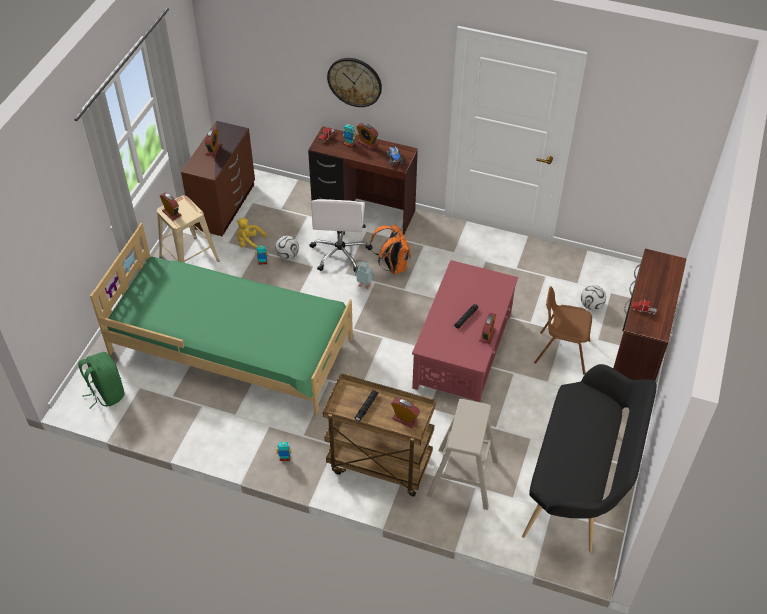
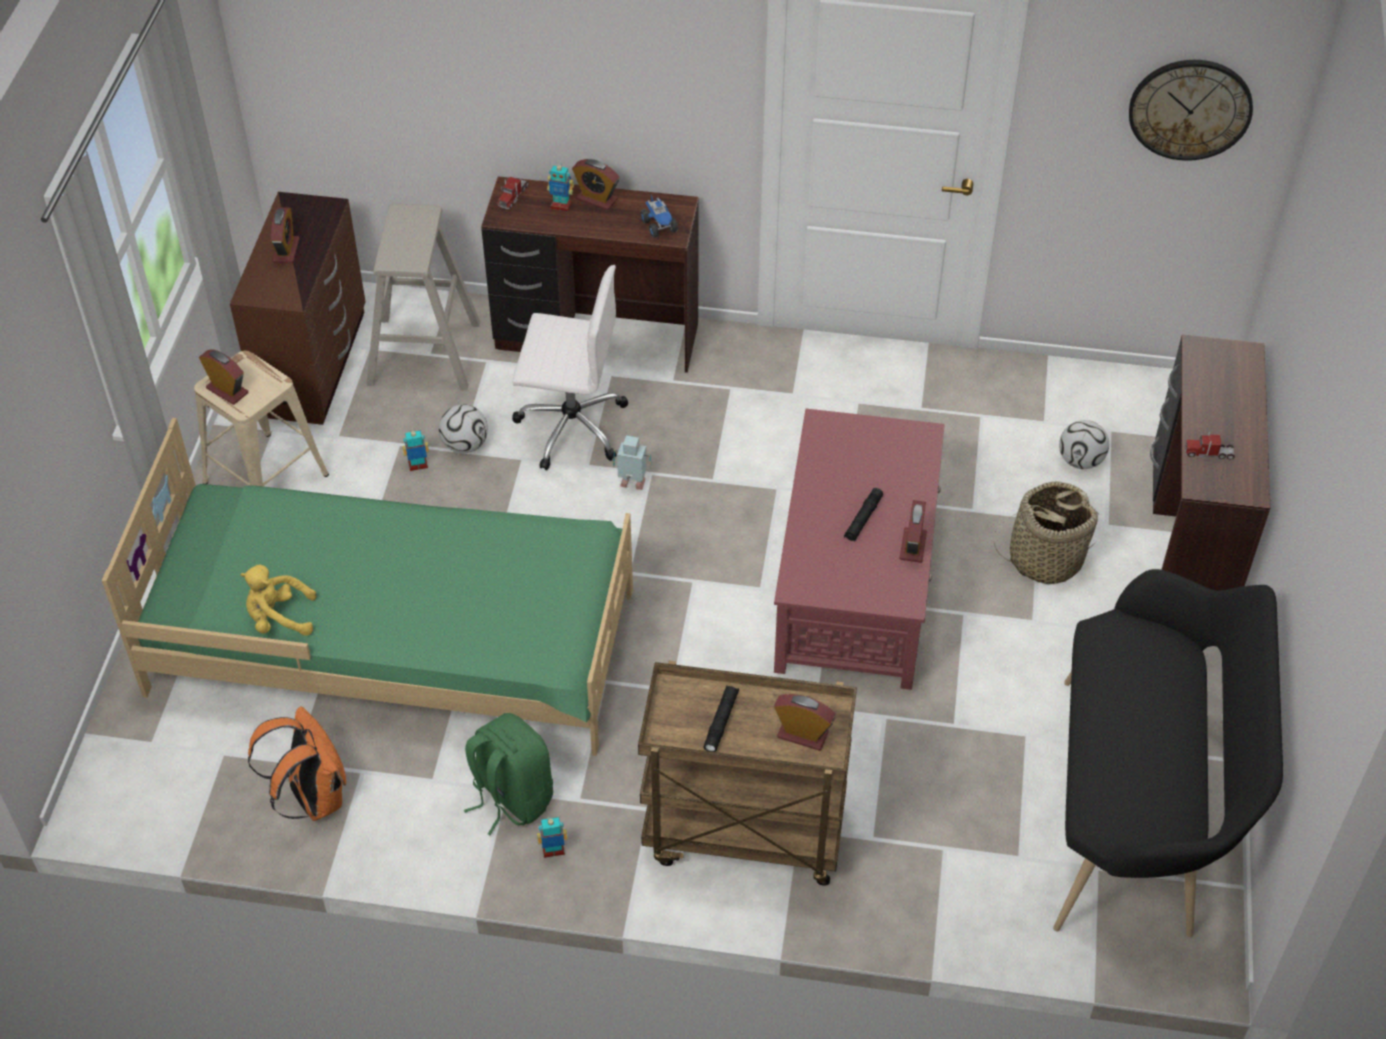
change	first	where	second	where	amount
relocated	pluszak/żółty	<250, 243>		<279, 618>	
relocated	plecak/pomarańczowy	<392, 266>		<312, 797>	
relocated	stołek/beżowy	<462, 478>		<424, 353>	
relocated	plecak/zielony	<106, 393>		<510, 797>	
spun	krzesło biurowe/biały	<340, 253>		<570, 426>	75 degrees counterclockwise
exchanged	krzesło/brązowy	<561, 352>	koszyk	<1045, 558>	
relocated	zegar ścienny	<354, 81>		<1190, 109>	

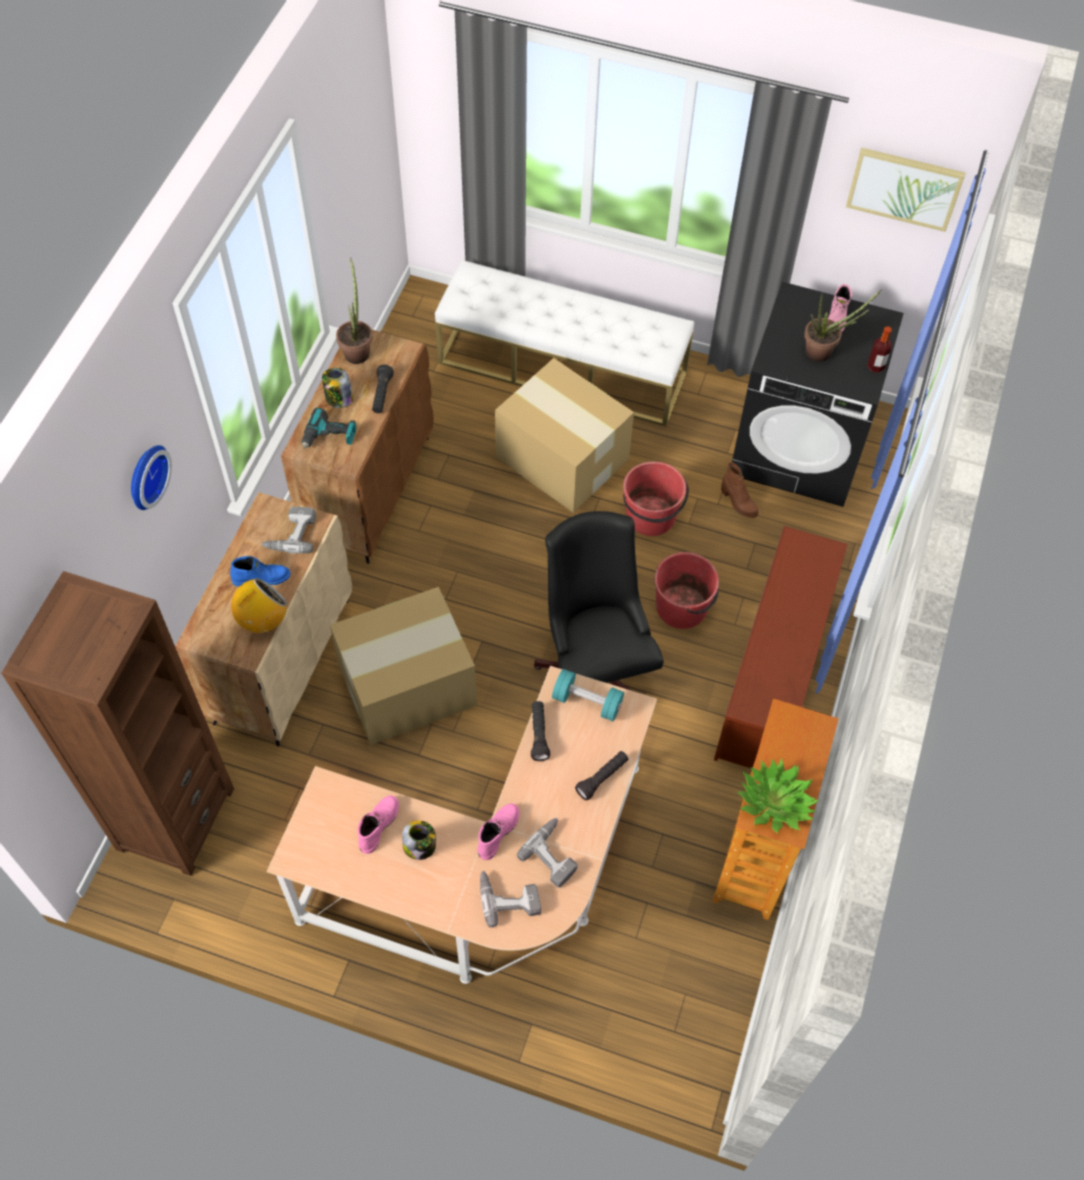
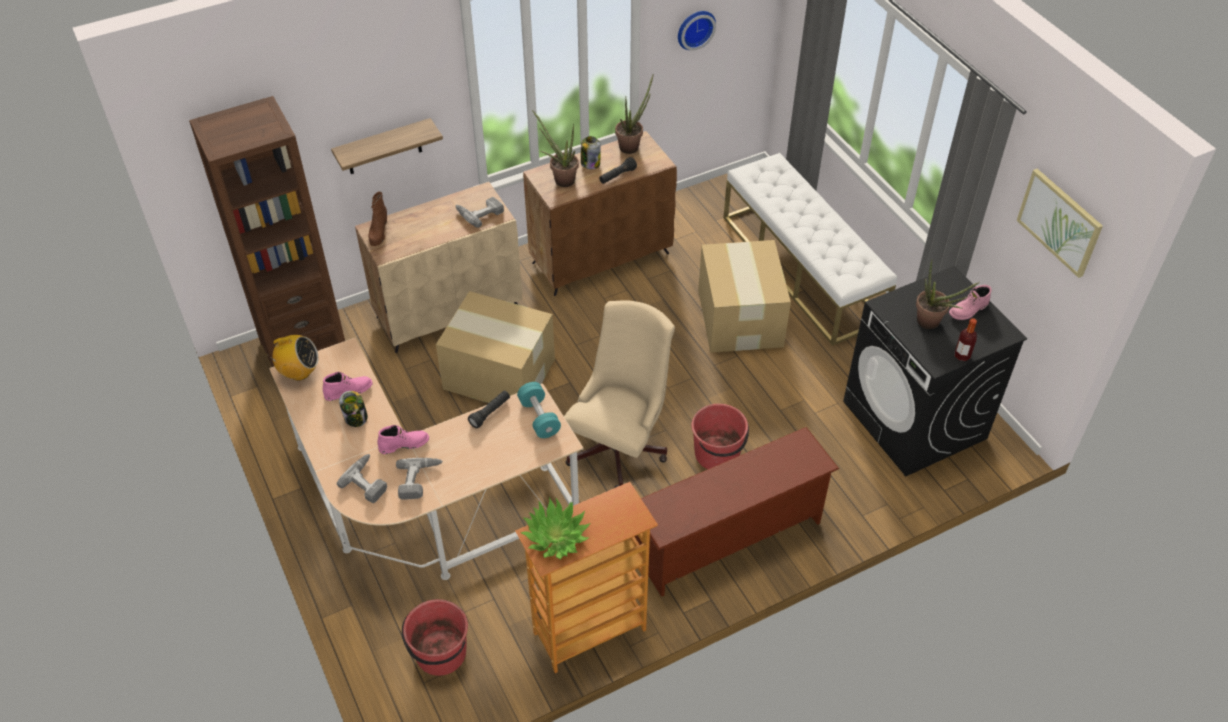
change	first	where	second	where	amount
relocated	radio	<263, 621>		<299, 372>	
appeared			półka	<383, 147>	
relocated	but z cholewką/brązowy	<738, 502>		<378, 233>	
relocated	wiadro/czerwony	<651, 517>		<440, 654>	
exchanged	wiertarka	<329, 437>	roślina doniczkowa	<561, 179>	
colour	krzesło biurowe/czarny	<594, 666>	krzesło biurowe/beżowy	<620, 445>	
relocated	zegar ścienny	<145, 475>		<694, 28>	
missing	but z cholewką/niebieski	<261, 577>			
missing	latarka/czarny	<602, 778>			

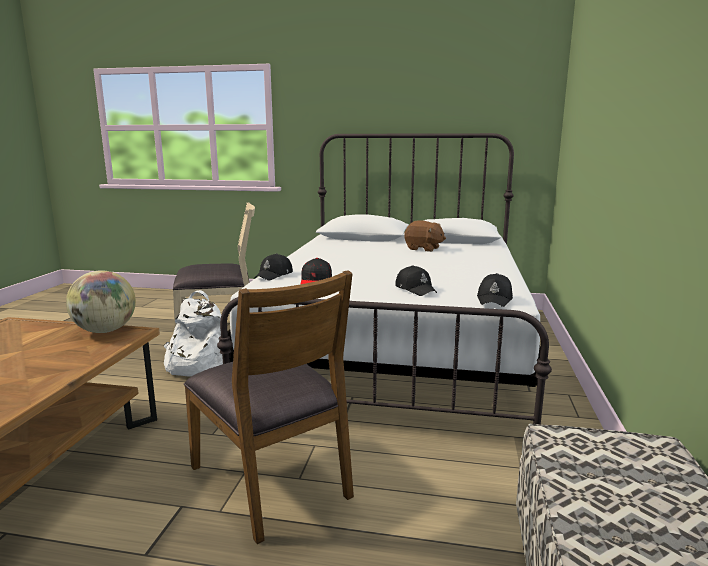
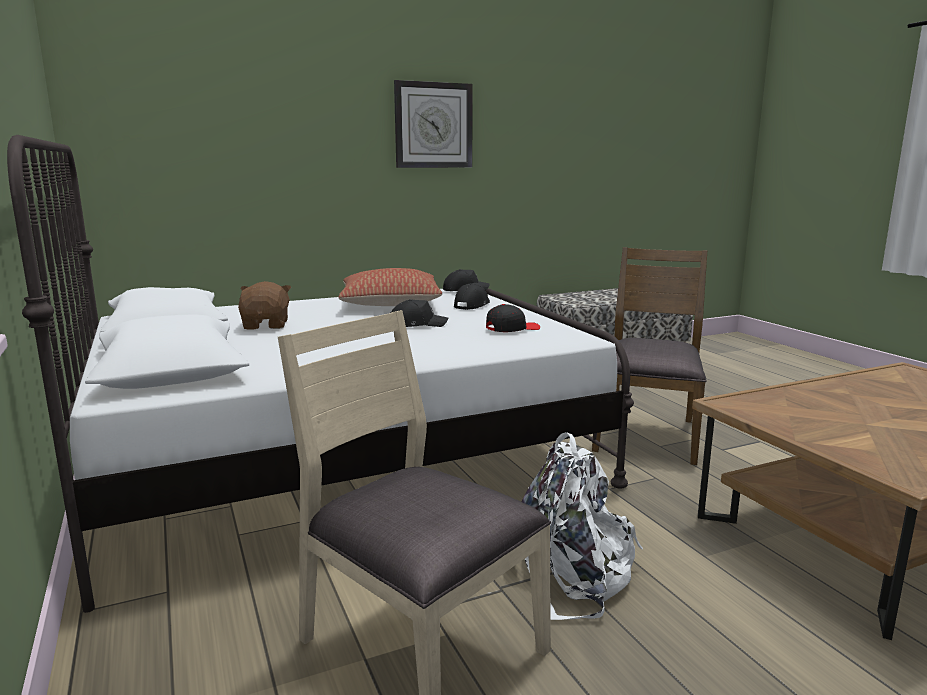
change	first	where	second	where	amount
appeared			poduszka	<390, 304>	
relocated	czapka z daszkiem/czarny	<274, 275>		<416, 324>	
appeared			zegar ścienny	<433, 125>	
missing	globus	<105, 331>			

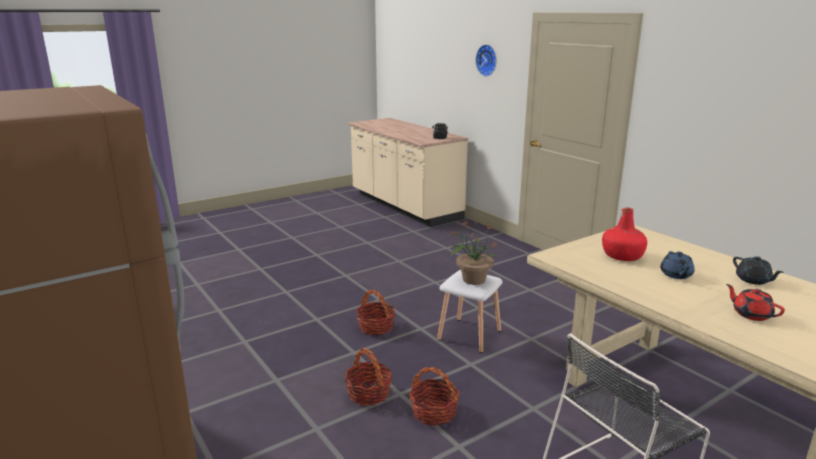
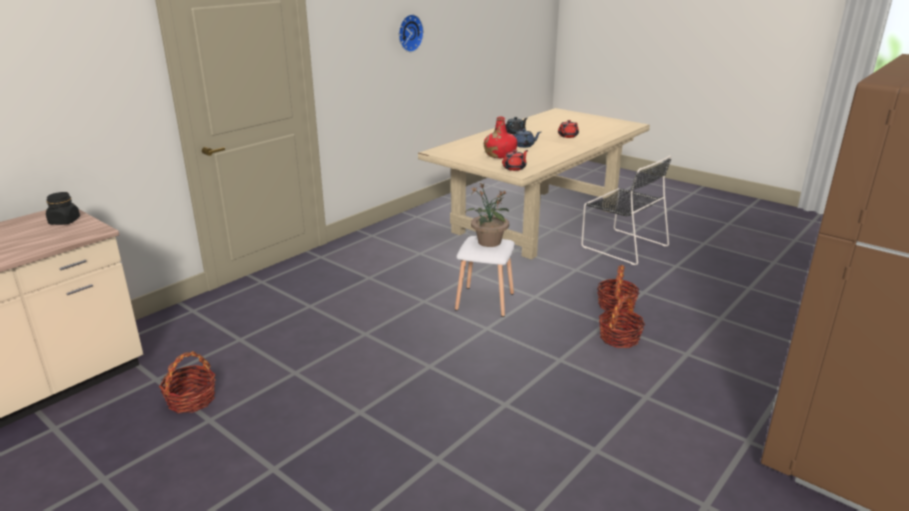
change	first	where	second	where	amount
relocated	koszyk	<375, 327>		<191, 400>	
relocated	zegar ścienny	<487, 60>		<409, 33>	
appeared			imbryk/czerwony	<514, 168>	

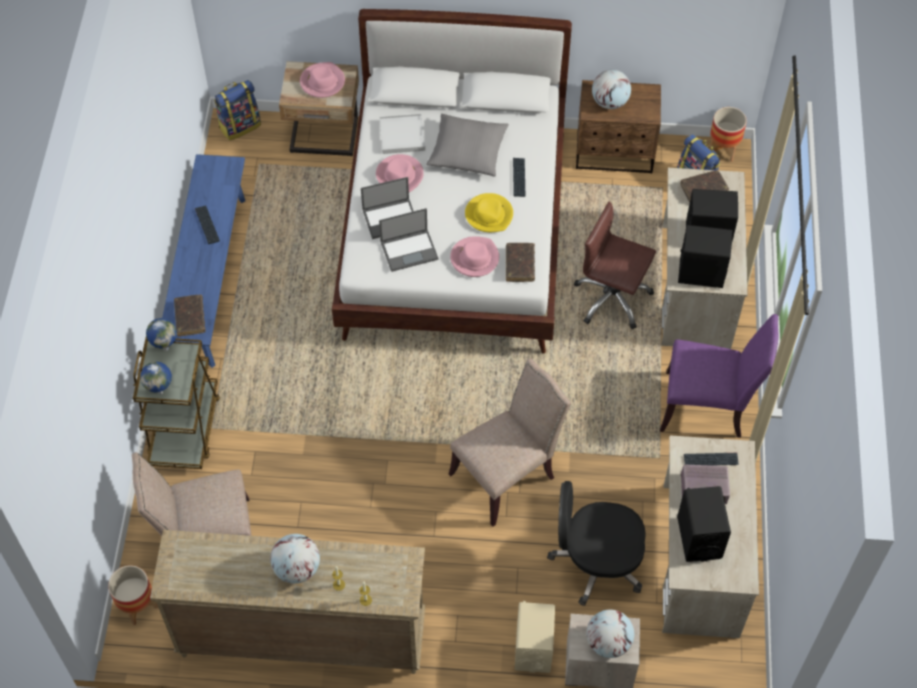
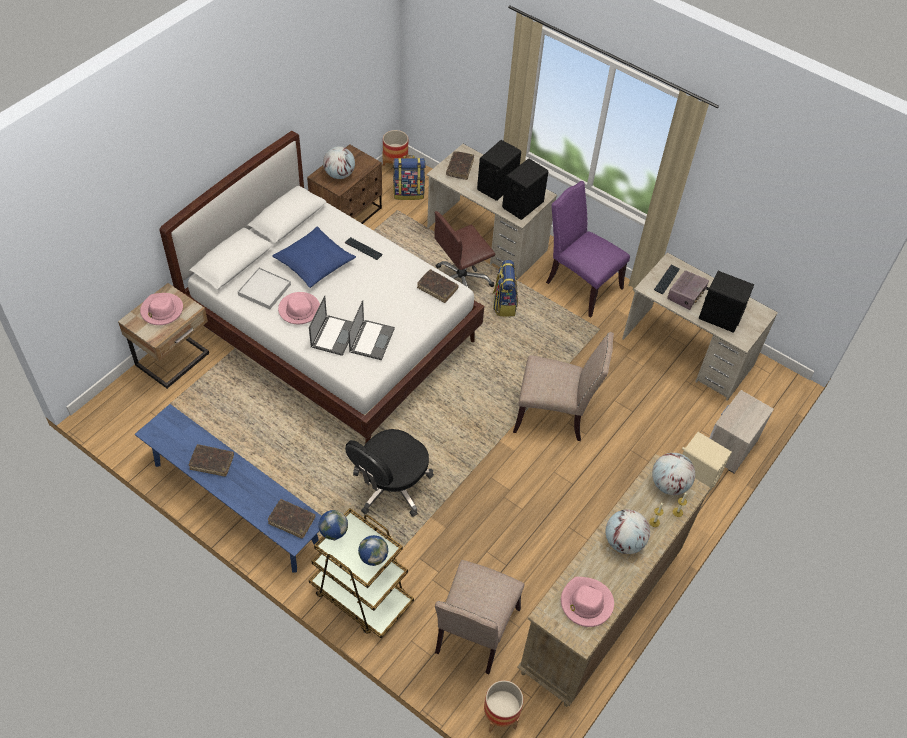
change	first	where	second	where	amount
exchanged	klawiatura	<207, 225>	książka/brązowy	<212, 462>	
colour	poduszka/szary	<467, 151>	poduszka/niebieski	<314, 263>	
relocated	krzesło biurowe/czarny	<596, 562>		<390, 487>	
relocated	plecak	<240, 126>		<504, 304>	
spun	krzesło/beżowy	<507, 475>		<554, 415>	105 degrees clockwise
spun	krzesło/fioletowy	<707, 407>		<580, 285>	90 degrees counterclockwise
relocated	kapelusz/różowy	<474, 258>		<586, 603>	
relocated	globus	<608, 642>		<669, 484>	
missing	kapelusz/żółty	<489, 214>			

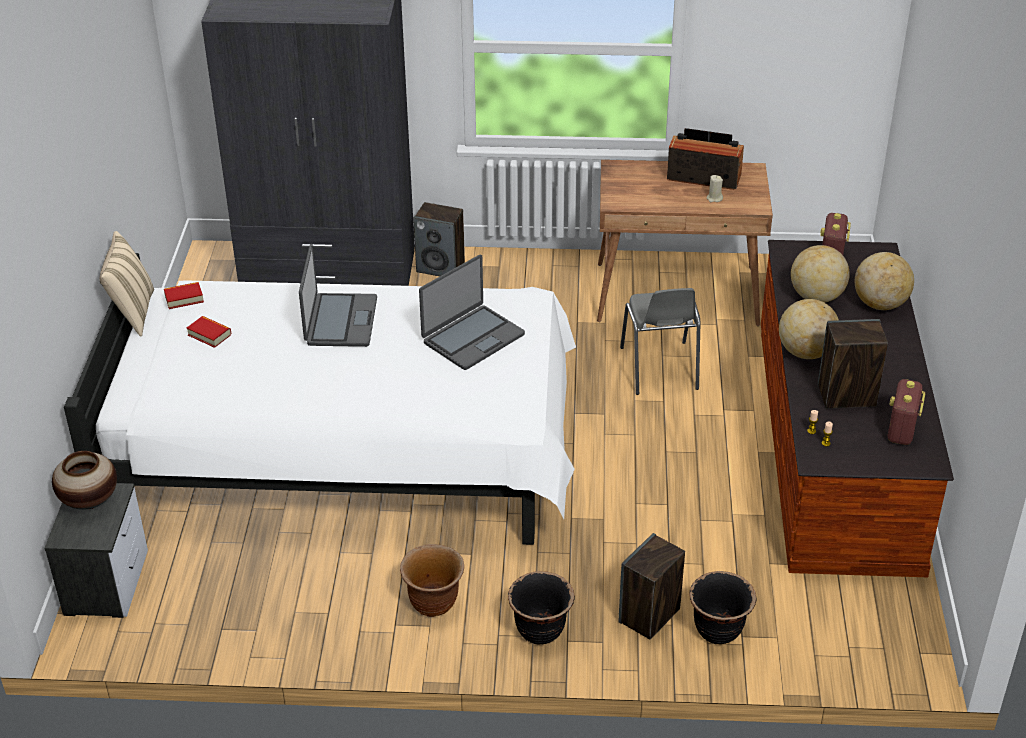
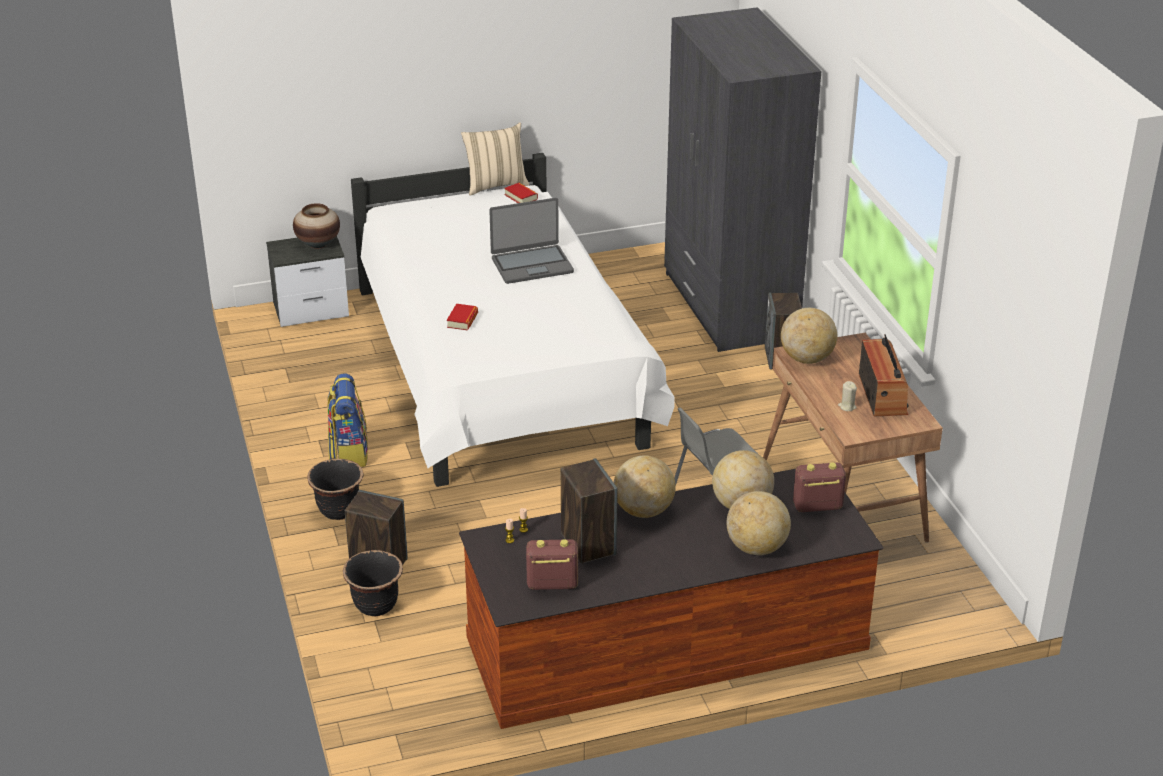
change	first	where	second	where	amount
exchanged	donica/brązowy	<433, 603>	plecak	<348, 452>	
relocated	książka	<209, 335>		<462, 320>	
appeared			globus	<807, 359>	
missing	laptop	<472, 338>			

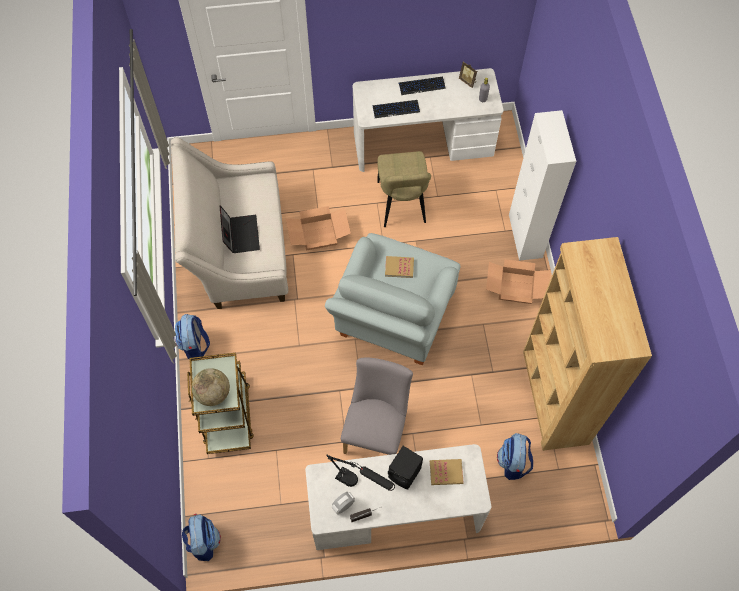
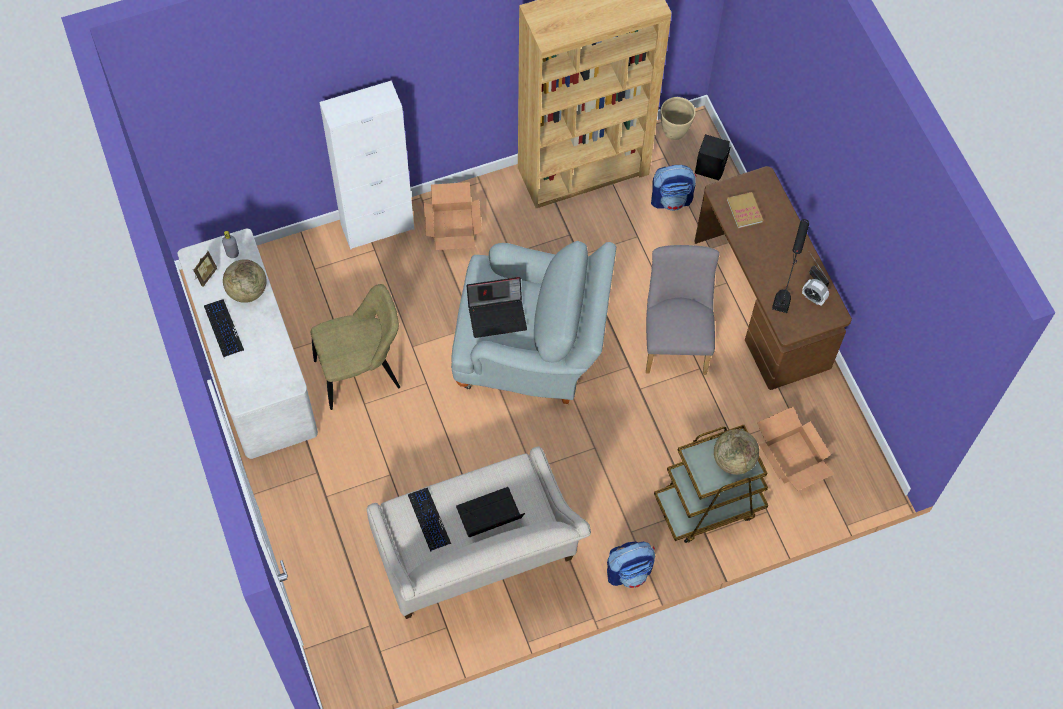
change	first	where	second	where	amount
appeared			globus	<247, 291>	
relocated	klawiatura	<396, 109>		<428, 519>	
exchanged	książka	<399, 267>	laptop	<498, 315>	
spun	krzesło/szary	<376, 429>		<675, 339>	90 degrees clockwise
appeared			donica/beżowy	<674, 132>	
relocated	głośnik/czarny	<405, 474>		<710, 167>	
colour	biurko/biały	<395, 511>	biurko/brązowy	<762, 302>	
relocated	karton	<318, 235>		<792, 457>	
missing	plecak	<203, 541>			

